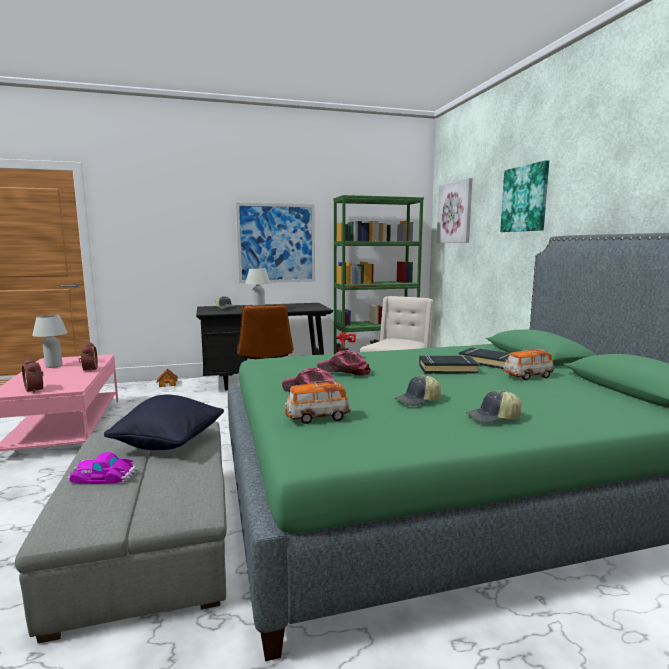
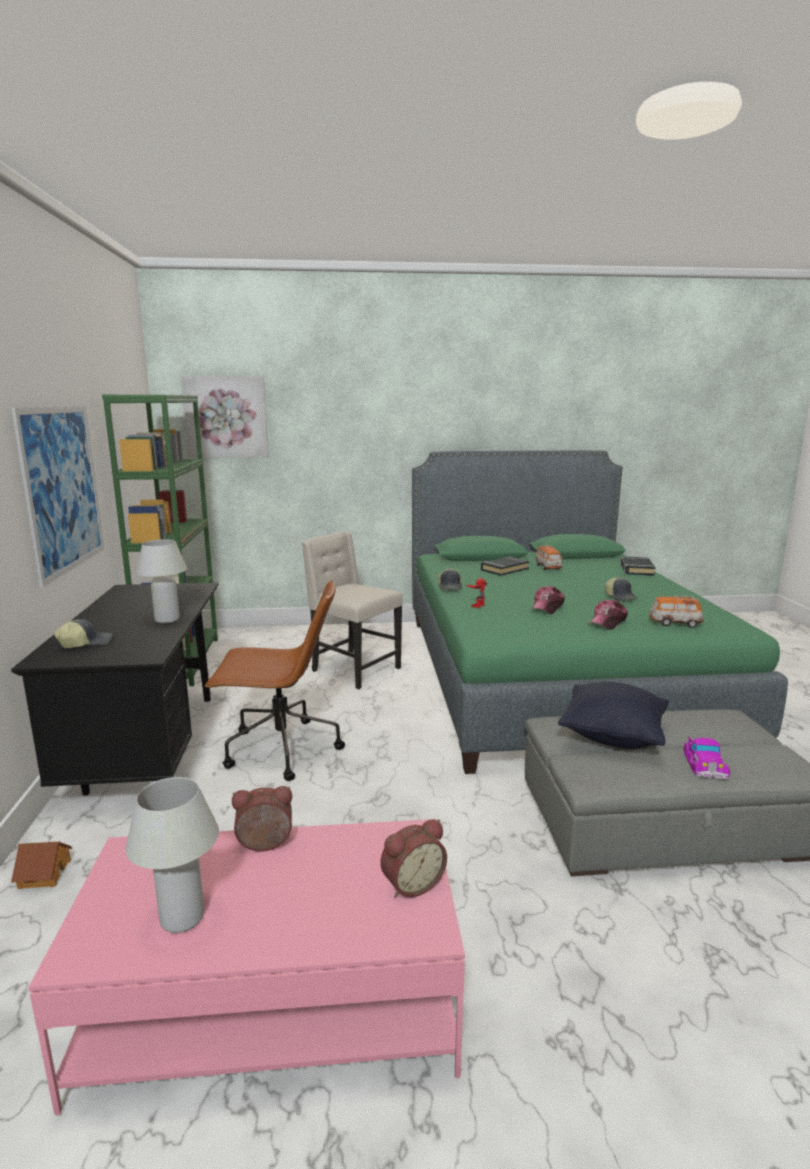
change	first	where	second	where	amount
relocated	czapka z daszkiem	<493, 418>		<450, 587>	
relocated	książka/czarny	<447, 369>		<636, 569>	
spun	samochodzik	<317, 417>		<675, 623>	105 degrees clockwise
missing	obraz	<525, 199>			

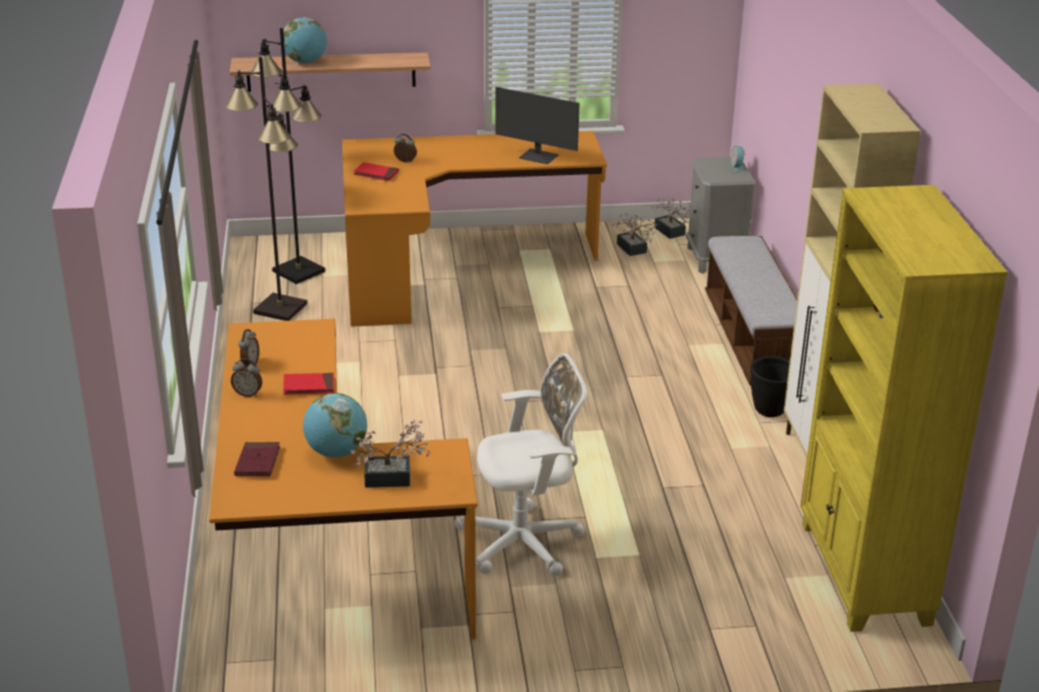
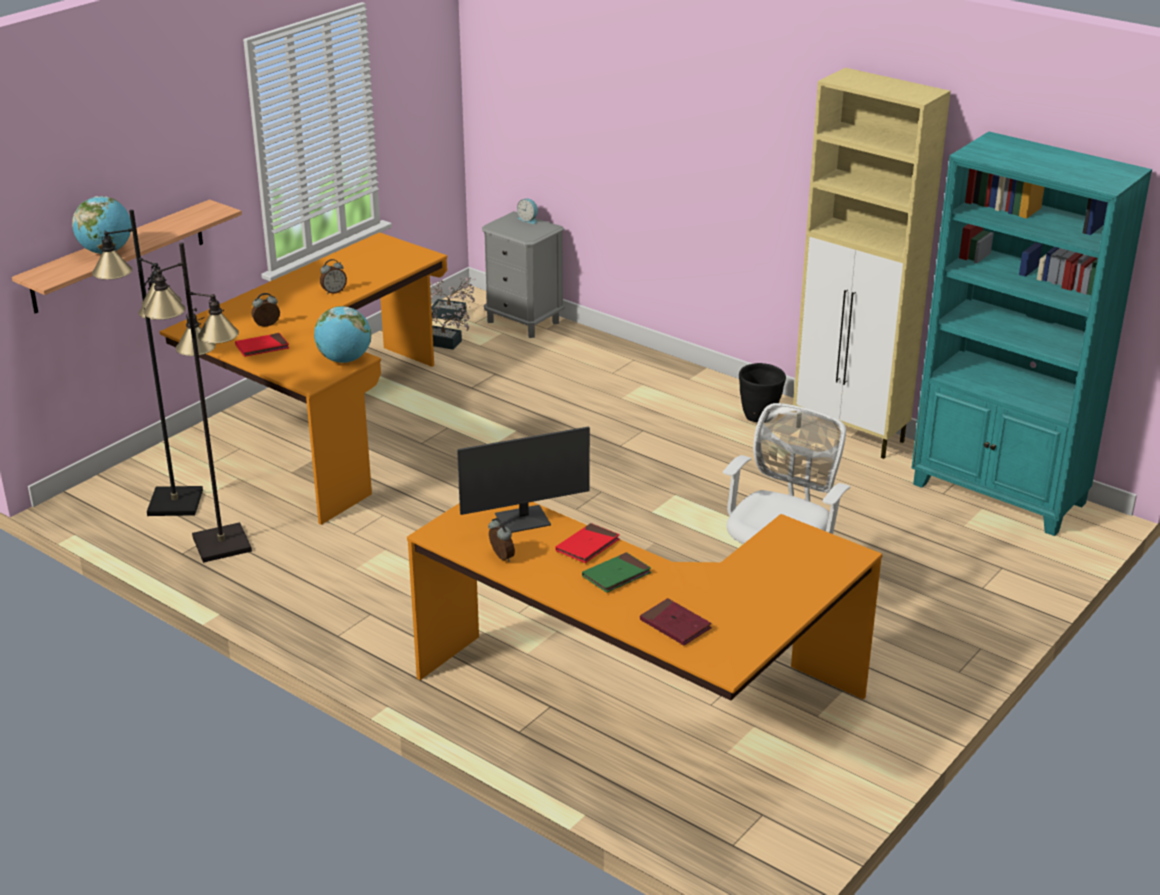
change	first	where	second	where	amount
relocated	globus	<336, 452>		<344, 360>	
relocated	budzik	<248, 393>		<334, 291>	
relocated	monitor	<538, 157>		<523, 520>	
appeared			książka/zielony	<616, 575>	
colour	regał/żółty	<863, 574>	regał/turkusowy	<999, 495>	
missing	roślina doniczkowa	<394, 478>			
missing	ławka	<752, 340>			

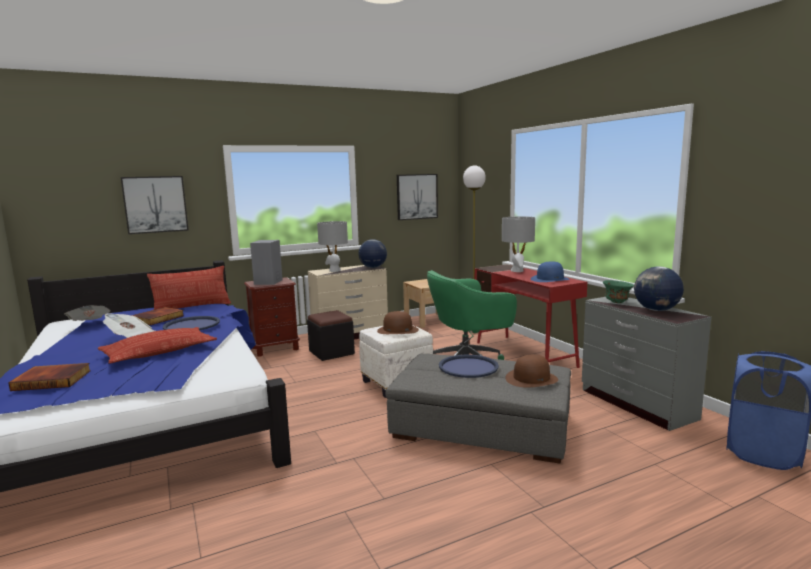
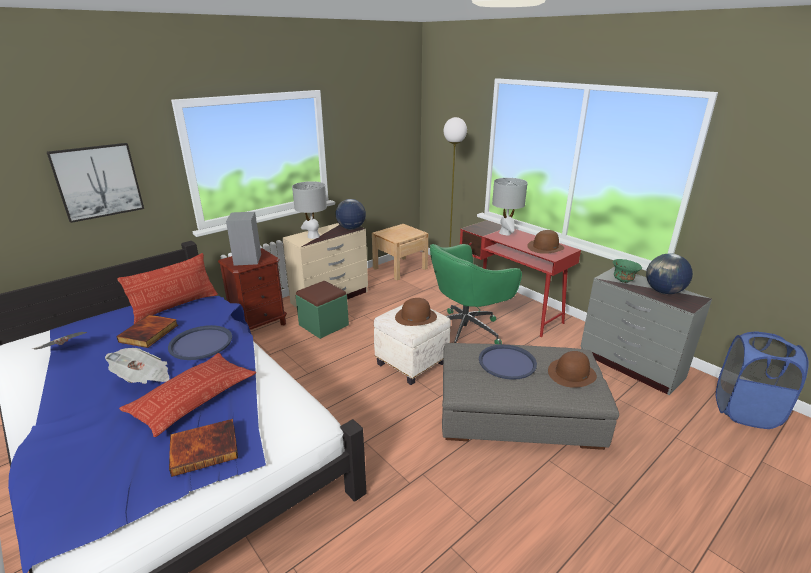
change	first	where	second	where	amount
relocated	książka	<53, 380>		<205, 448>	
colour	pufa/czarny	<331, 352>	pufa/zielony	<323, 325>	
colour	kapelusz/niebieski	<550, 279>	kapelusz/brązowy	<545, 247>	
missing	obraz	<416, 196>			

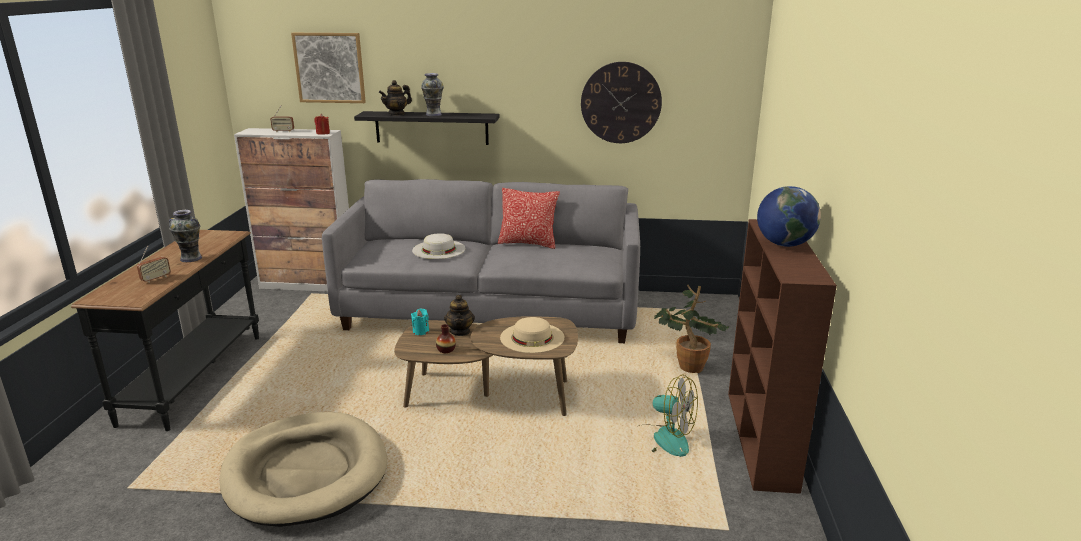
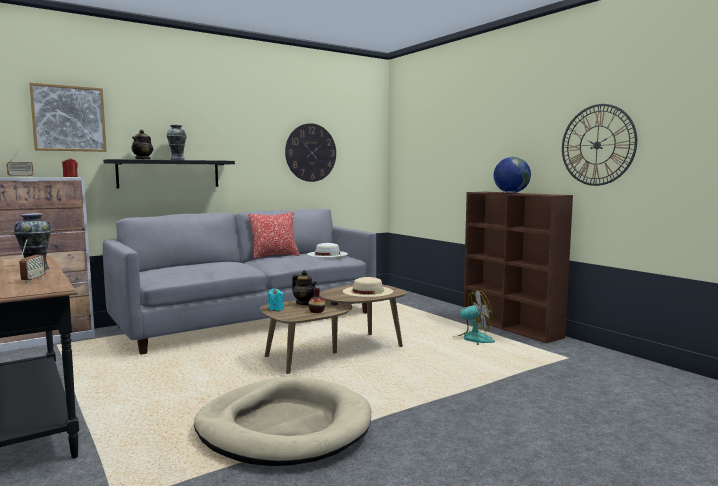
change	first	where	second	where	amount
relocated	kapelusz/biały	<438, 249>		<327, 254>	
appeared			zegar ścienny	<597, 145>	
missing	roślina doniczkowa	<687, 365>			

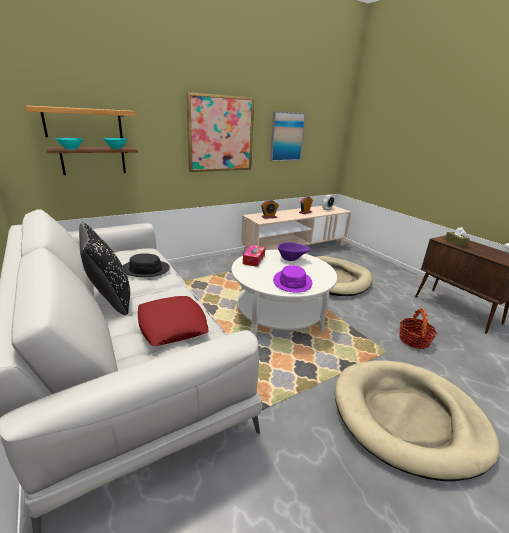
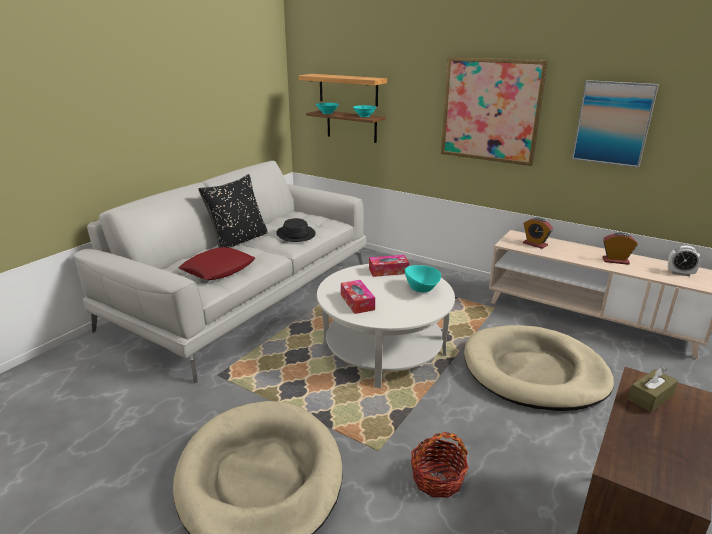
change	first	where	second	where	amount
exchanged	kapelusz/fioletowy	<292, 282>	pudełko chusteczek	<357, 302>	
colour	miska/fioletowy	<292, 259>	miska/turkusowy	<422, 290>	

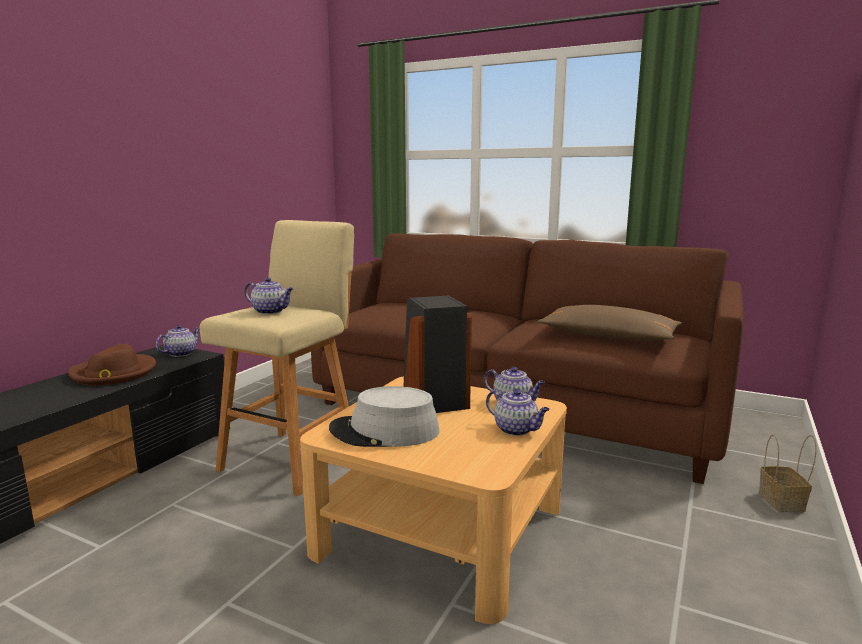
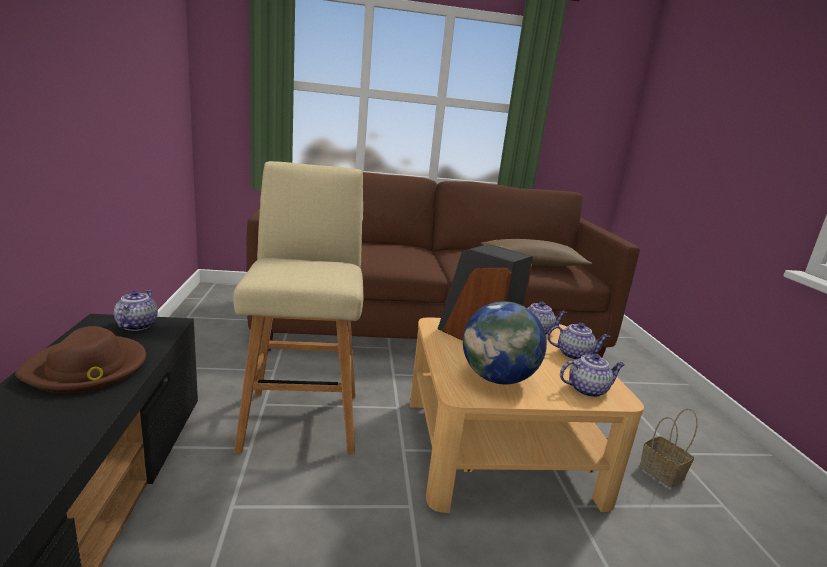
change	first	where	second	where	amount
exchanged	kapelusz/szary	<384, 431>	globus	<497, 378>	
relocated	imbryk	<271, 311>		<588, 389>	
relocated	koszyk	<783, 502>		<663, 473>	

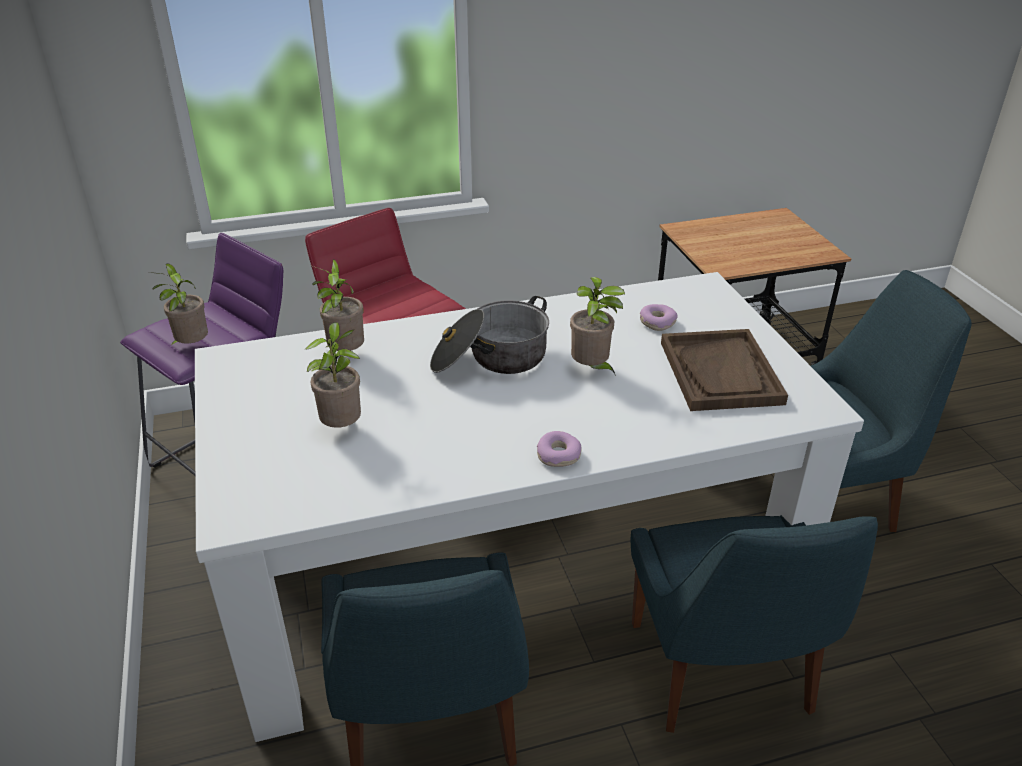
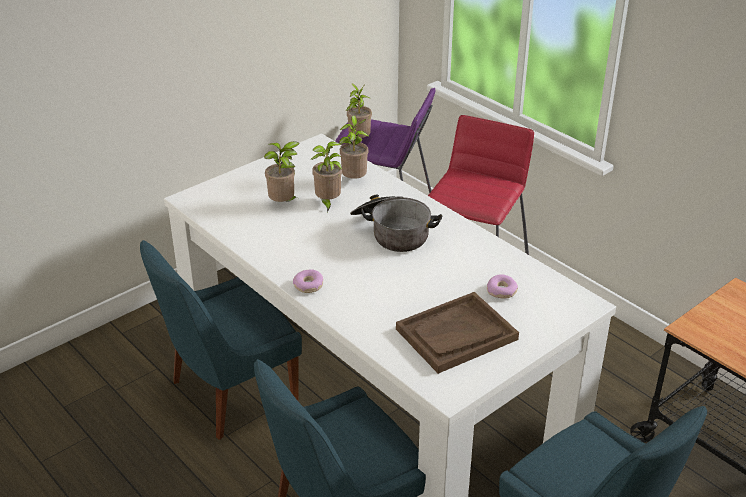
change	first	where	second	where	amount
relocated	roślina doniczkowa	<592, 369>		<327, 203>	

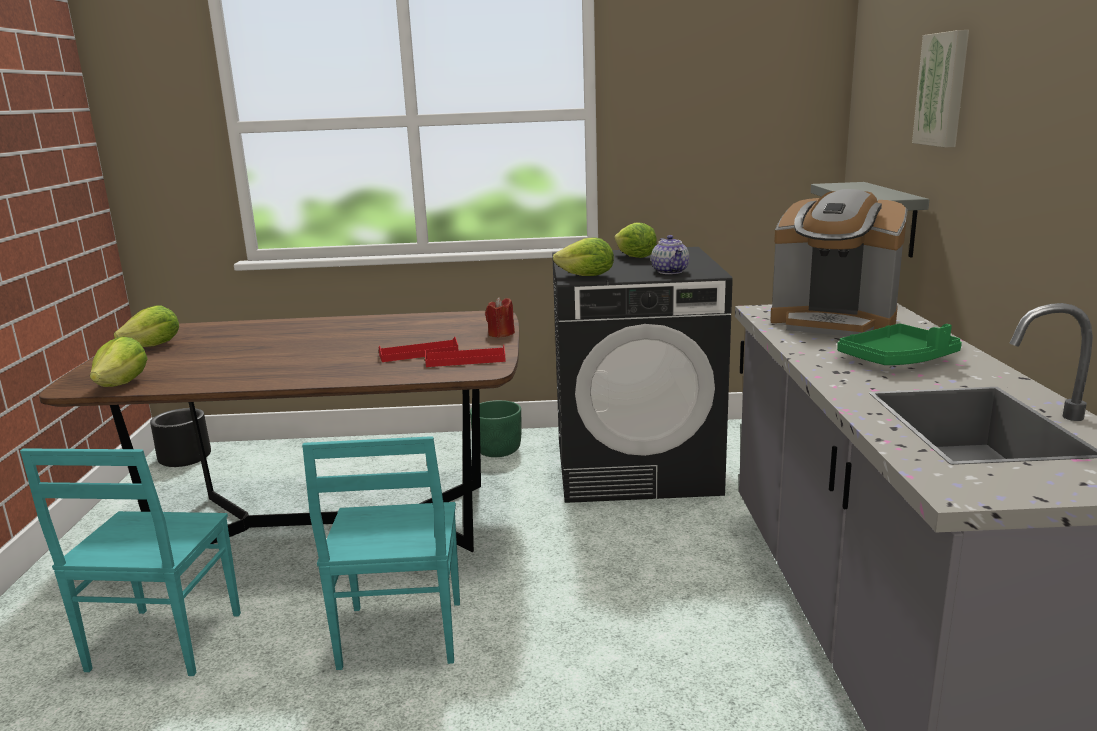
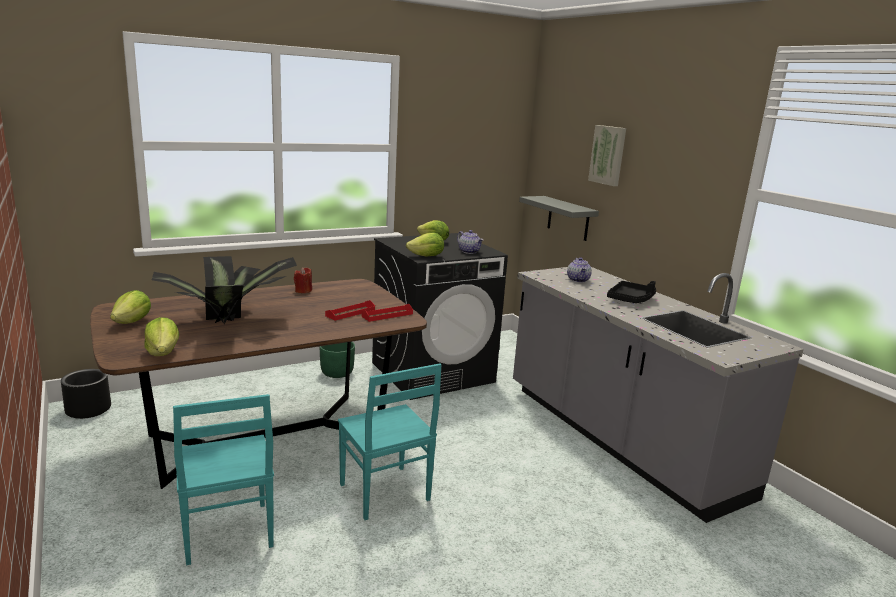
change	first	where	second	where	amount
appeared			roślina doniczkowa	<231, 320>	
relocated	świeca/czerwony	<501, 334>		<303, 291>	
exchanged	ekspres do kawy	<833, 322>	imbryk	<578, 280>	
colour	taca/zielony	<898, 360>	taca/czarny	<631, 299>	

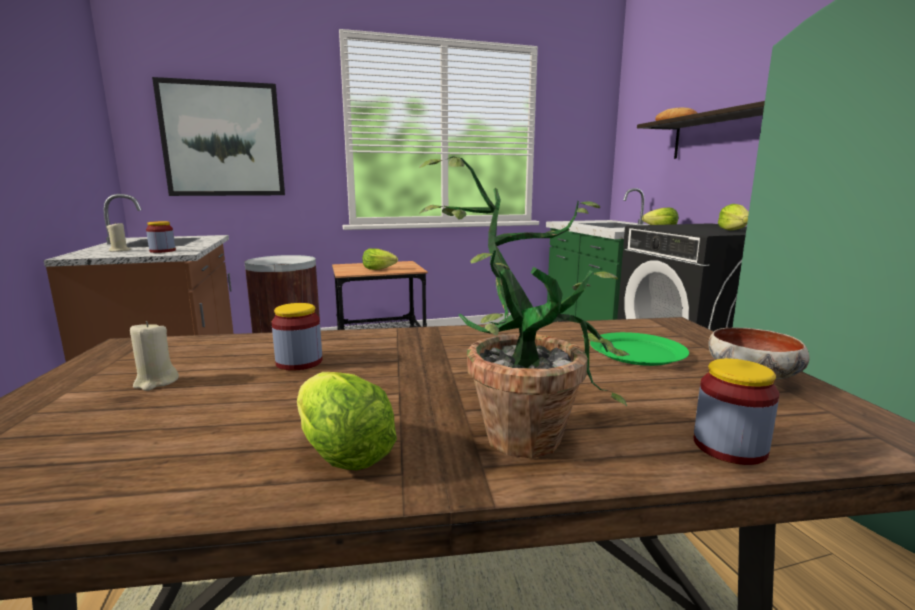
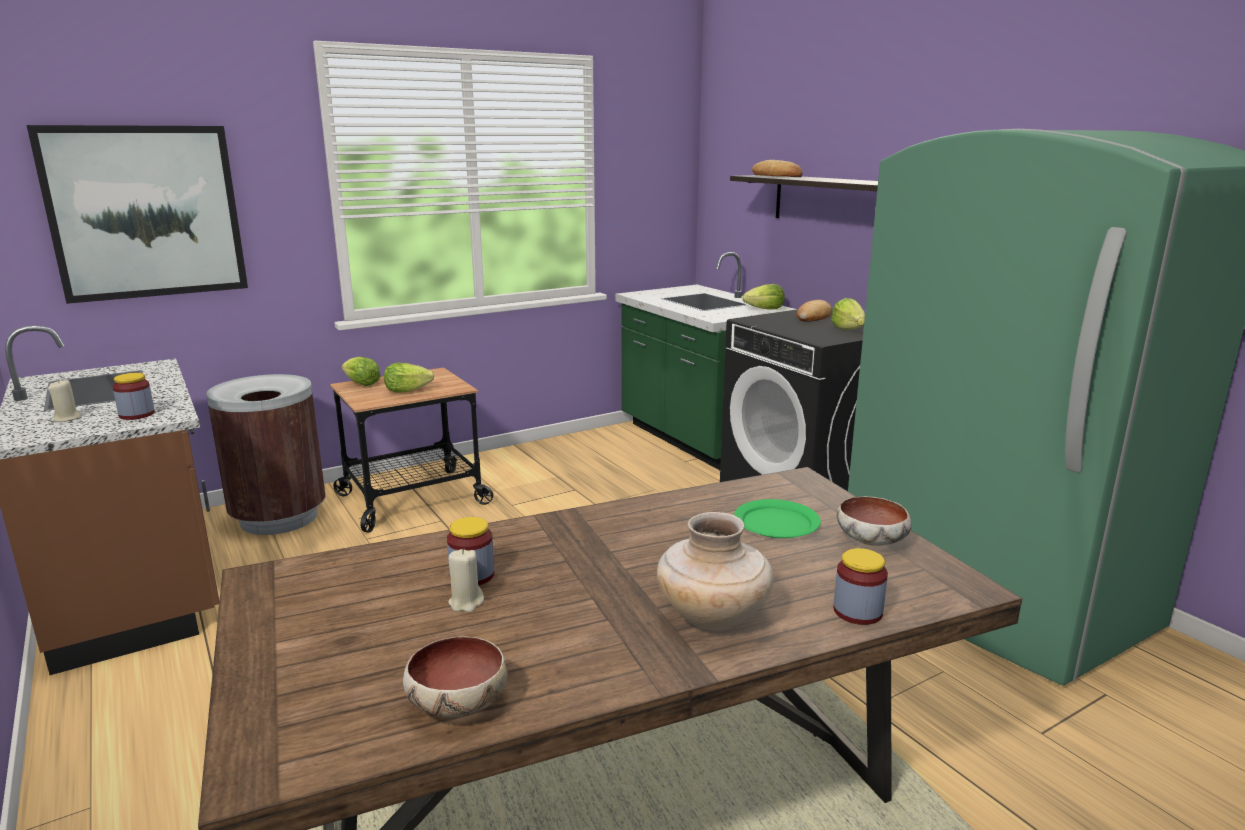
change	first	where	second	where	amount
relocated	sałata	<342, 454>		<361, 384>	
appeared			miska	<456, 703>	
relocated	świeca/beżowy	<156, 382>		<466, 602>	
exchanged	roślina doniczkowa	<526, 427>	wazon/beżowy	<713, 617>	
appeared			chleb	<813, 317>	

